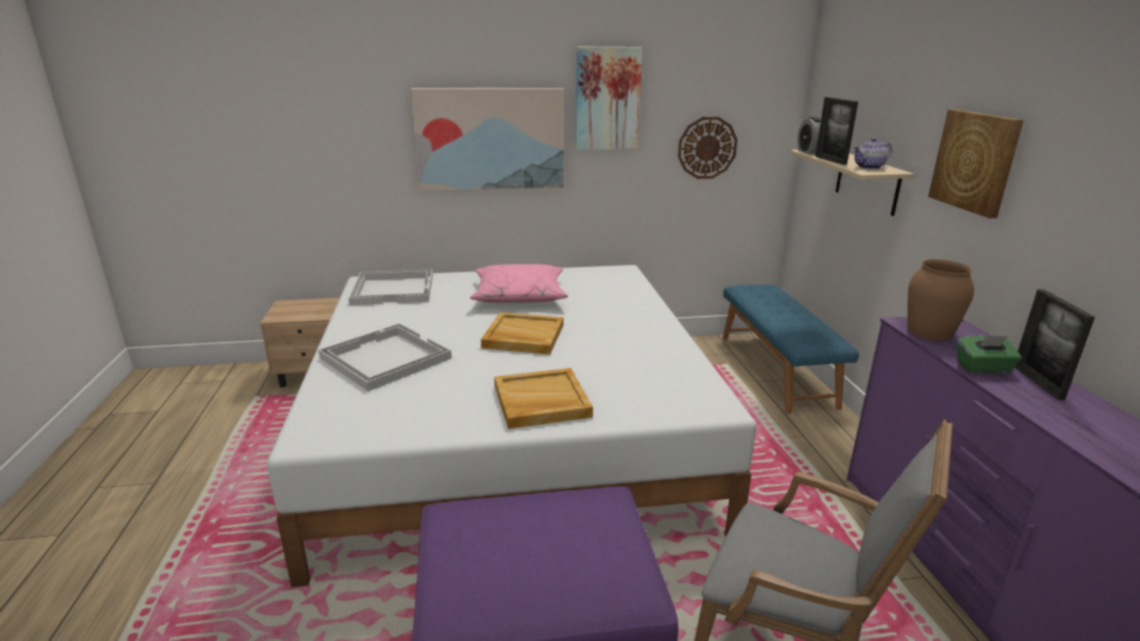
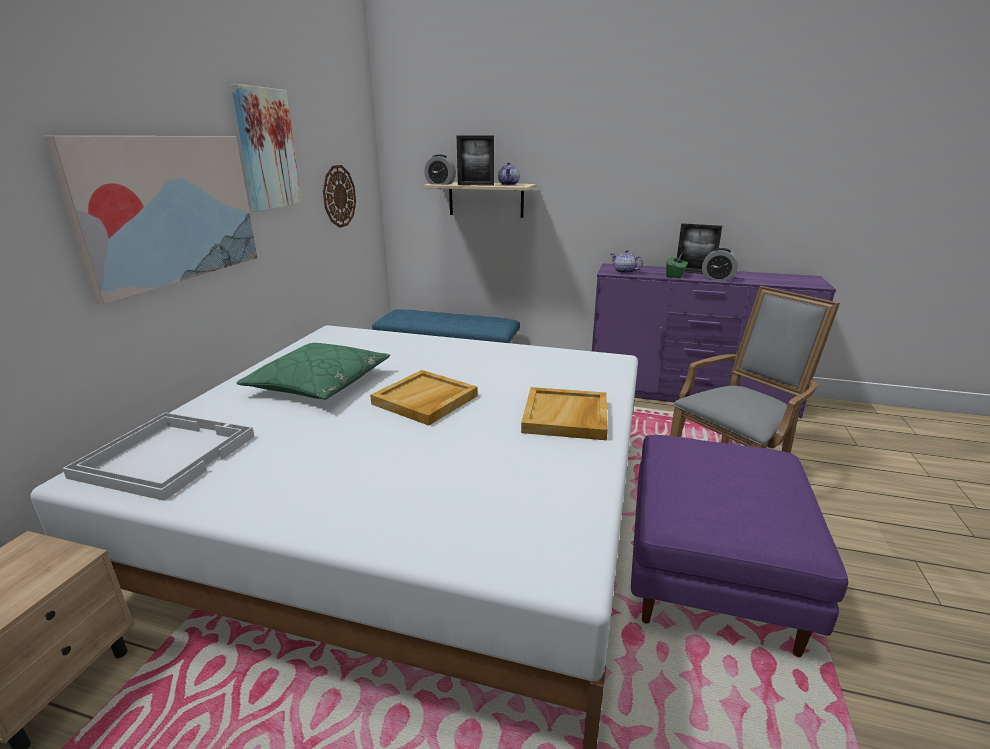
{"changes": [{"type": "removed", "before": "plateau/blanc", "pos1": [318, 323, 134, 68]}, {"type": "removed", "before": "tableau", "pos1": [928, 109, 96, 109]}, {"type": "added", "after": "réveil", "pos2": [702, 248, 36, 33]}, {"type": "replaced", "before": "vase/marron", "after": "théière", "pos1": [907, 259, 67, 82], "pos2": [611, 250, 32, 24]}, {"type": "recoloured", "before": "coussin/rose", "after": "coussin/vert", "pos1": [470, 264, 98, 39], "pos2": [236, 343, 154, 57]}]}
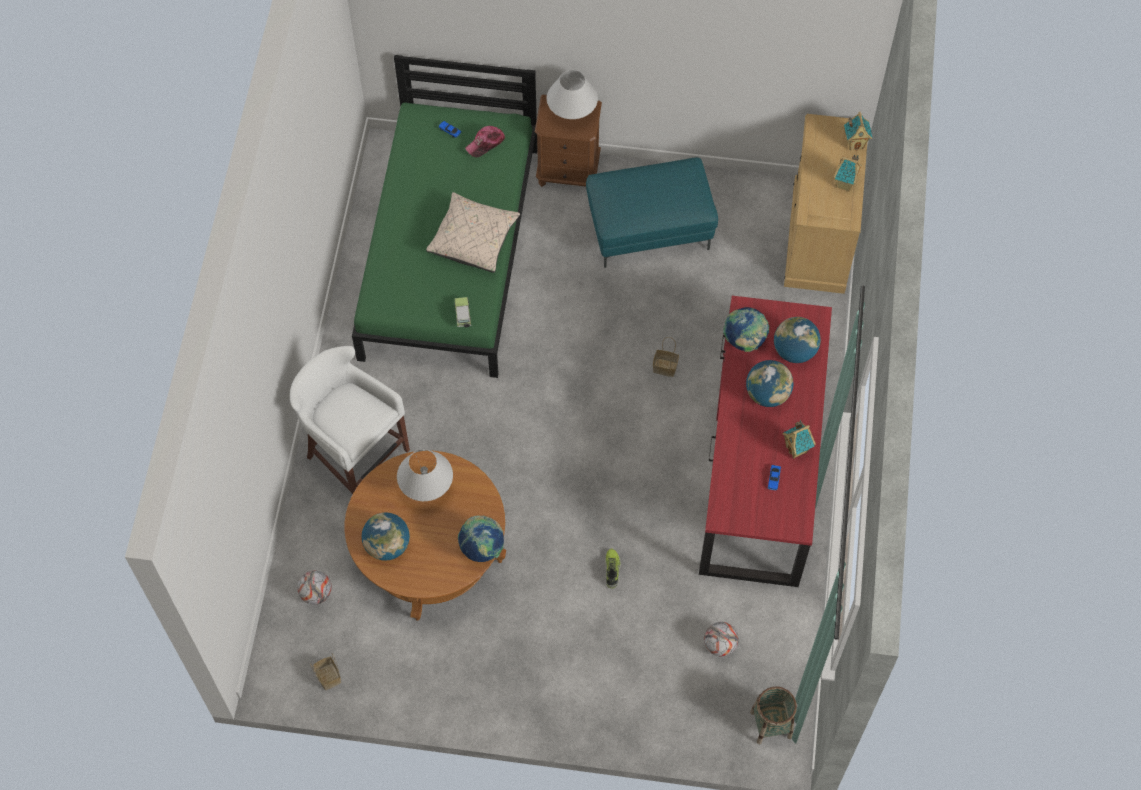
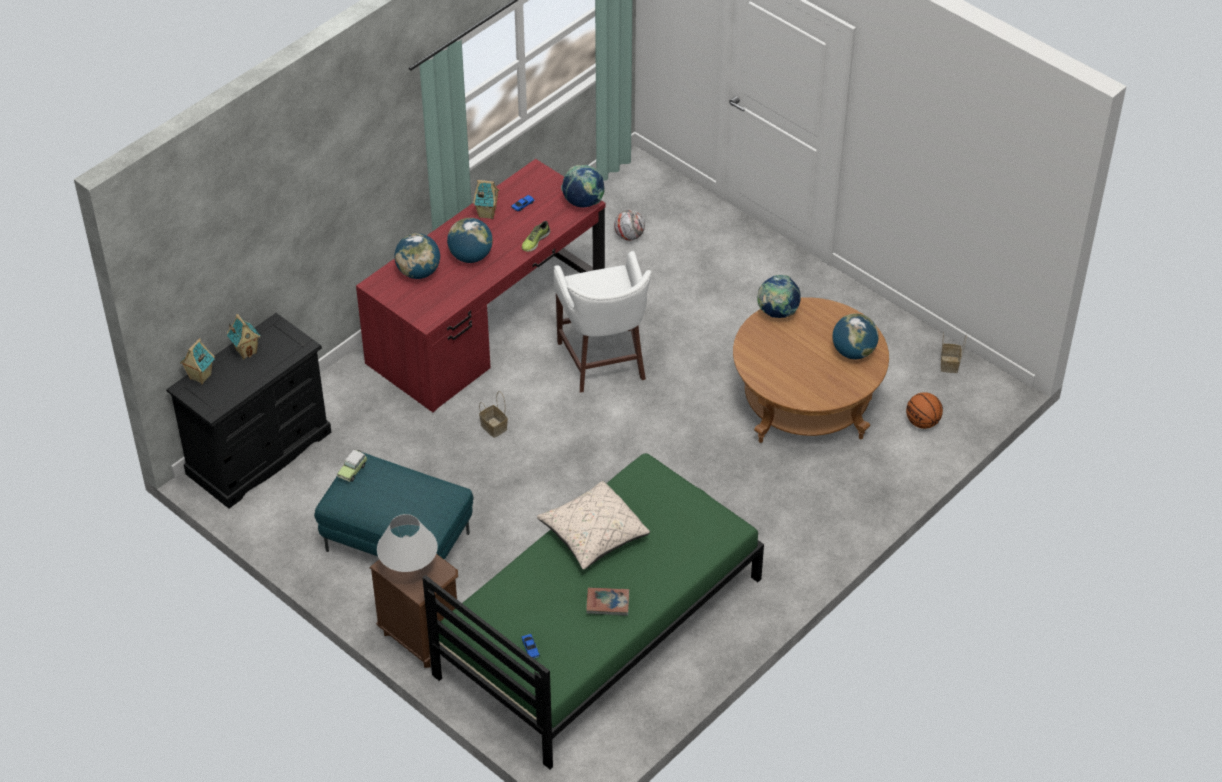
{"changes": [{"type": "removed", "before": "lampe de table/blanc", "pos1": [397, 449, 56, 52]}, {"type": "removed", "before": "casquette", "pos1": [465, 126, 40, 31]}, {"type": "removed", "before": "panier", "pos1": [750, 687, 47, 57]}, {"type": "added", "after": "livre", "pos2": [586, 587, 44, 29]}, {"type": "moved", "before": "tabouret/blanc", "pos1": [290, 346, 120, 149], "pos2": [554, 251, 98, 141]}, {"type": "moved", "before": "petite voiture", "pos1": [454, 297, 17, 30], "pos2": [337, 450, 31, 32]}, {"type": "moved", "before": "chaussure", "pos1": [605, 549, 16, 39], "pos2": [522, 221, 28, 31]}, {"type": "moved", "before": "globe", "pos1": [723, 307, 46, 45], "pos2": [561, 165, 44, 43]}, {"type": "replaced", "before": "ballon de foot", "after": "ballon de basket", "pos1": [297, 571, 35, 34], "pos2": [906, 392, 37, 37]}, {"type": "recoloured", "before": "commode/beige", "after": "commode/noir", "pos1": [784, 114, 85, 180], "pos2": [166, 313, 166, 196]}]}
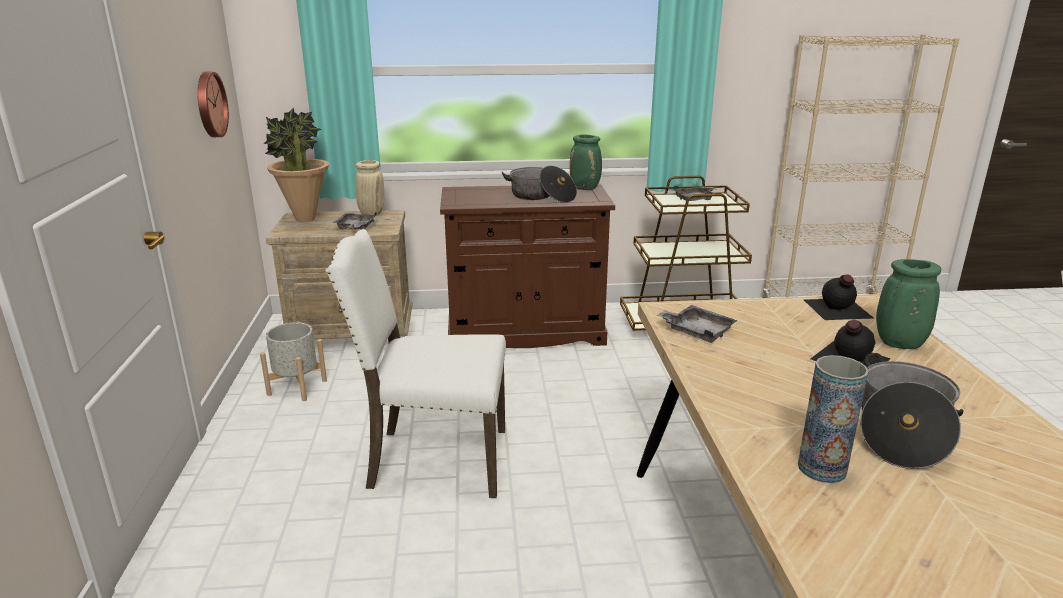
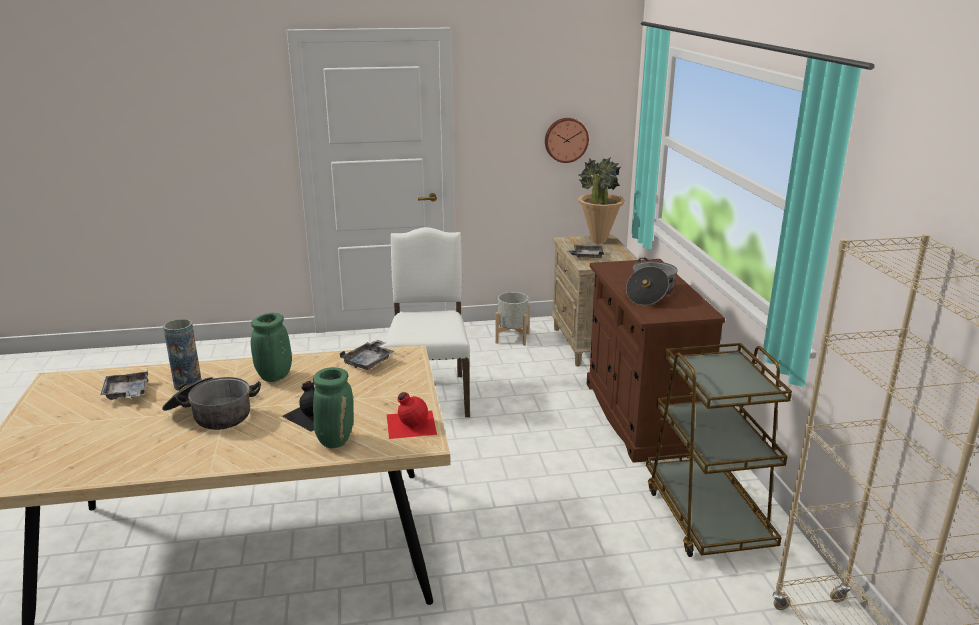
{"changes": [{"type": "removed", "before": "vase/beige", "pos1": [356, 160, 28, 56]}, {"type": "moved", "before": "vase/vert", "pos1": [570, 135, 32, 55], "pos2": [251, 313, 41, 69]}, {"type": "moved", "before": "plateau/gris", "pos1": [673, 186, 44, 15], "pos2": [100, 369, 49, 31]}, {"type": "recoloured", "before": "bouteille/noir", "after": "bouteille/rouge", "pos1": [804, 274, 69, 46], "pos2": [387, 392, 50, 47]}]}
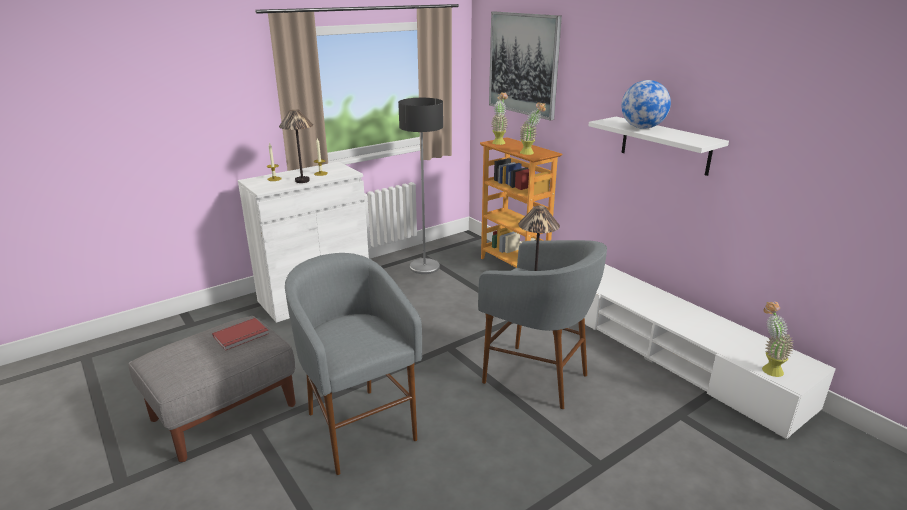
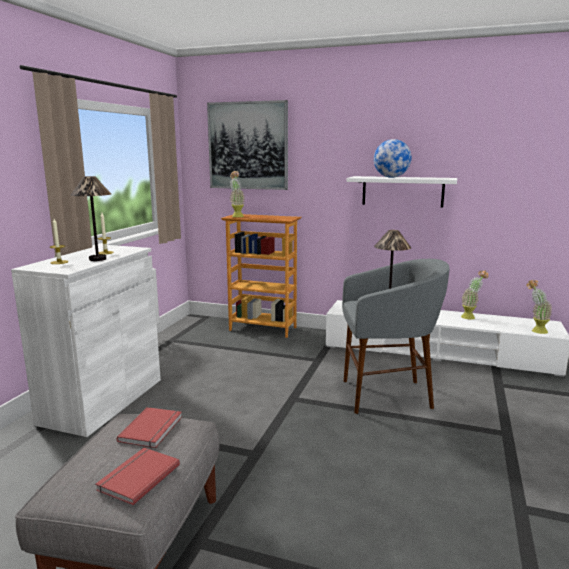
{"changes": [{"type": "removed", "before": "tabouret/gris", "pos1": [285, 253, 137, 222]}, {"type": "removed", "before": "lampadaire", "pos1": [398, 98, 45, 176]}, {"type": "added", "after": "livre/rouge", "pos2": [95, 448, 85, 57]}, {"type": "moved", "before": "plante en pot", "pos1": [520, 102, 26, 53], "pos2": [461, 270, 27, 49]}]}
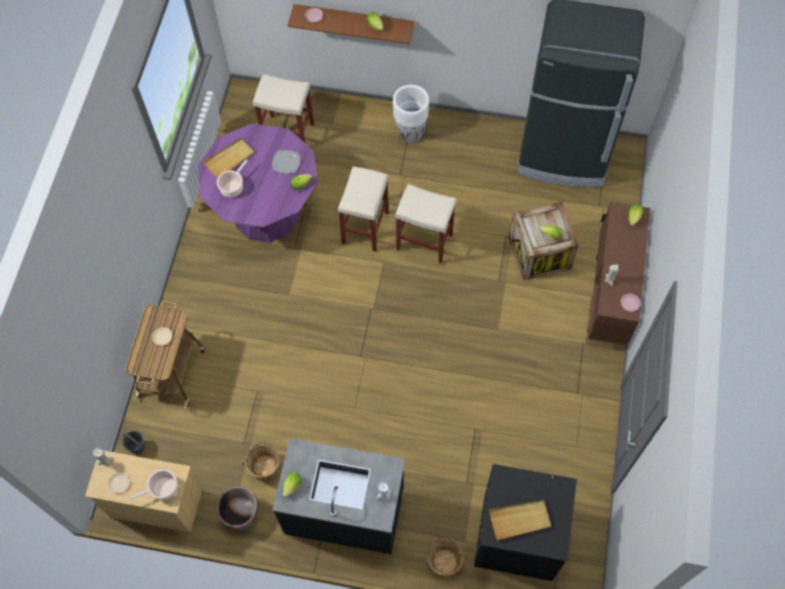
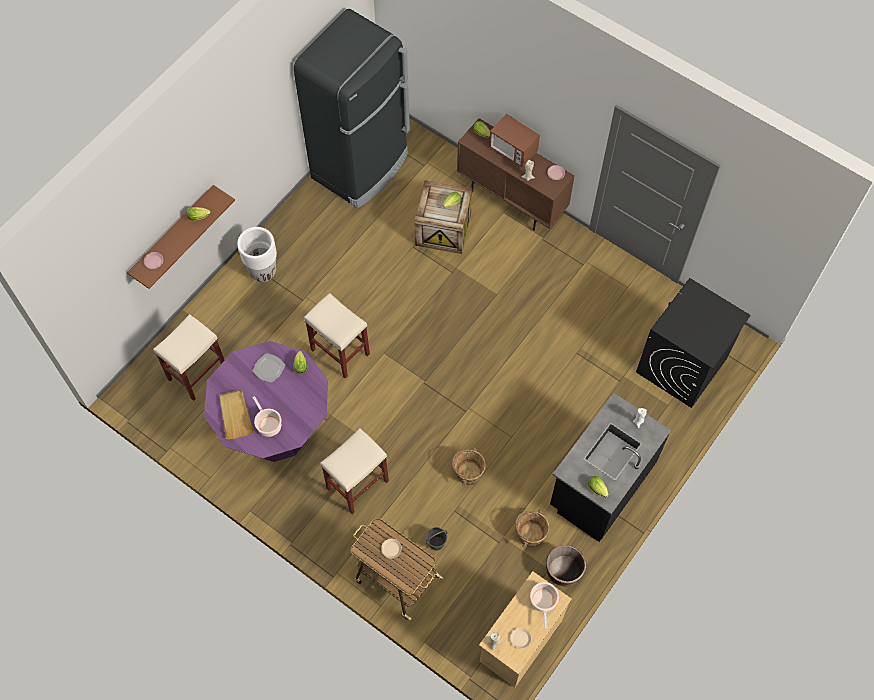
{"changes": [{"type": "removed", "before": "plateau/beige", "pos1": [489, 500, 62, 40]}, {"type": "added", "after": "micro-ondes", "pos2": [489, 114, 51, 54]}, {"type": "moved", "before": "seau/gris", "pos1": [122, 431, 23, 23], "pos2": [426, 527, 22, 23]}, {"type": "moved", "before": "tabouret/beige", "pos1": [395, 184, 62, 80], "pos2": [320, 428, 69, 86]}, {"type": "moved", "before": "seau/marron", "pos1": [422, 537, 47, 40], "pos2": [452, 447, 34, 39]}]}
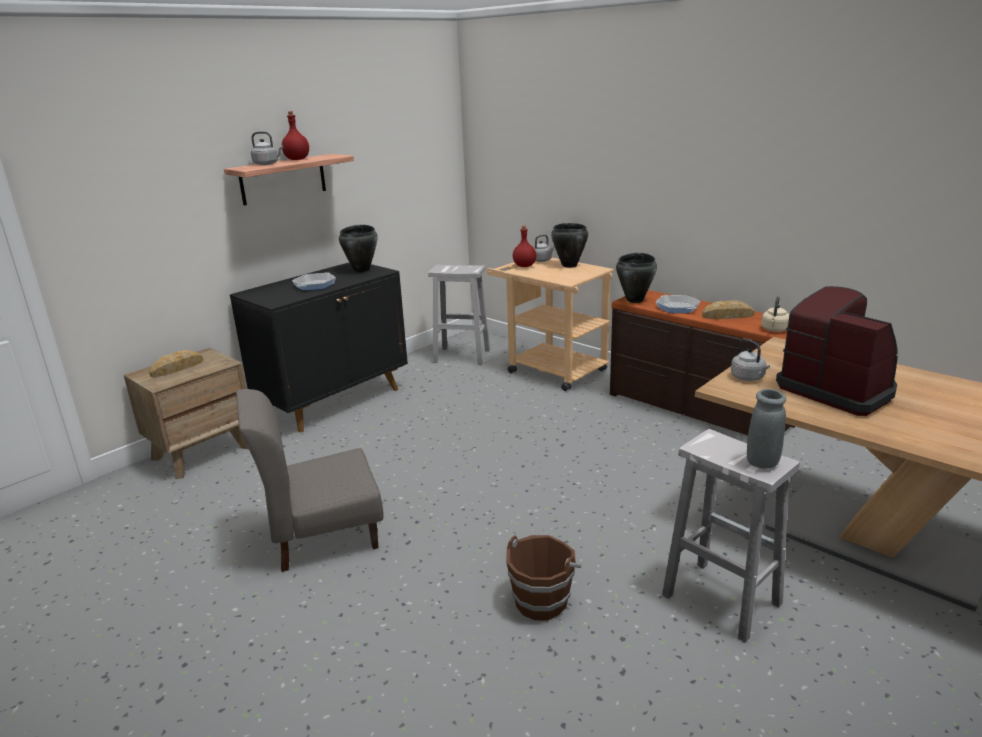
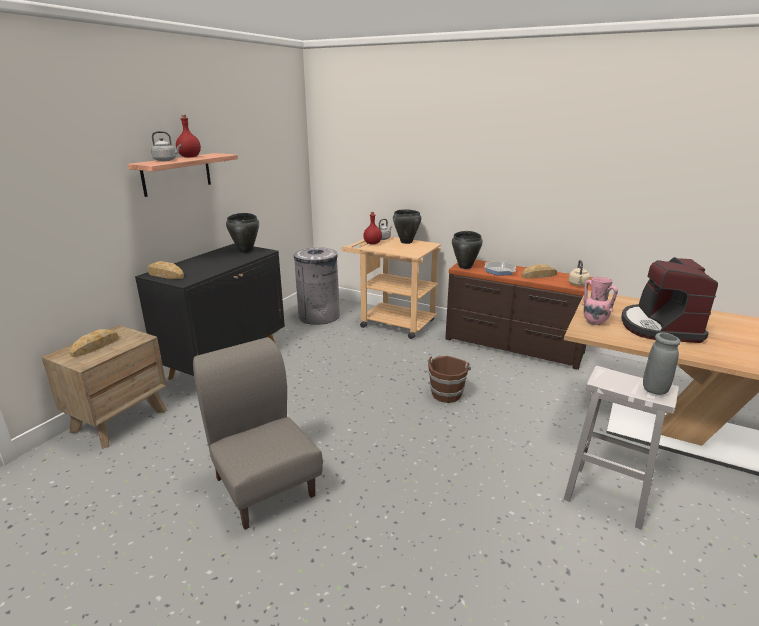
{"changes": [{"type": "removed", "before": "poêle", "pos1": [292, 272, 44, 18]}, {"type": "added", "after": "pain", "pos2": [147, 261, 37, 18]}, {"type": "moved", "before": "seau/marron", "pos1": [506, 535, 76, 85], "pos2": [428, 356, 43, 47]}, {"type": "replaced", "before": "tabouret/blanc", "after": "poubelle/gris", "pos1": [428, 265, 62, 100], "pos2": [294, 247, 46, 78]}, {"type": "replaced", "before": "bouilloire/gris", "after": "vase/rose", "pos1": [731, 338, 39, 43], "pos2": [582, 277, 36, 48]}, {"type": "turned", "before": "chaise/gris", "pos1": [236, 389, 147, 183], "pos2": [193, 337, 130, 193], "turn": 90}, {"type": "turned", "before": "machine à café", "pos1": [776, 286, 122, 130], "pos2": [622, 257, 96, 86], "turn": -120}]}
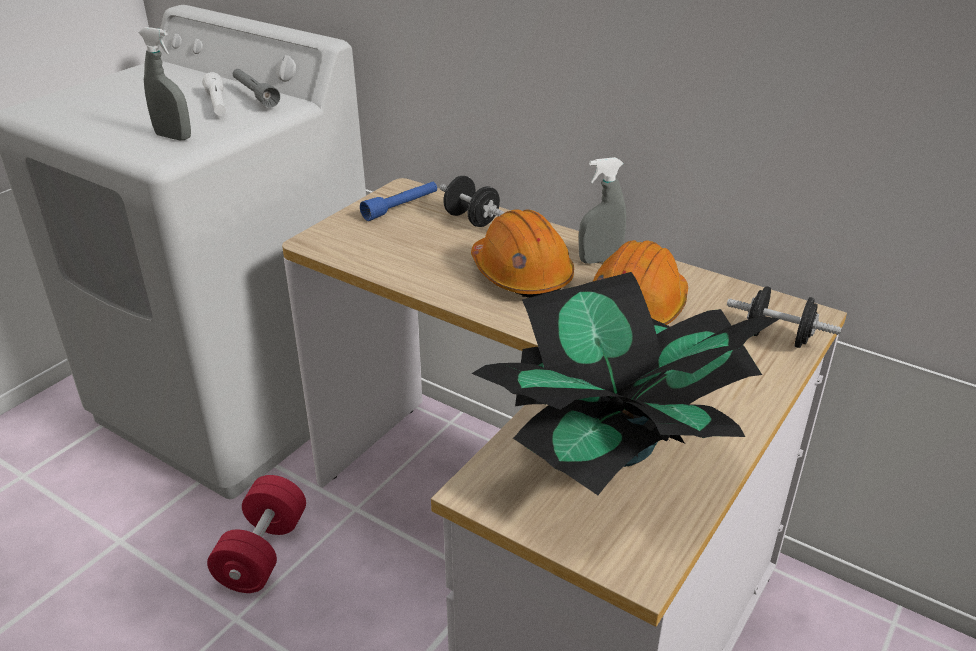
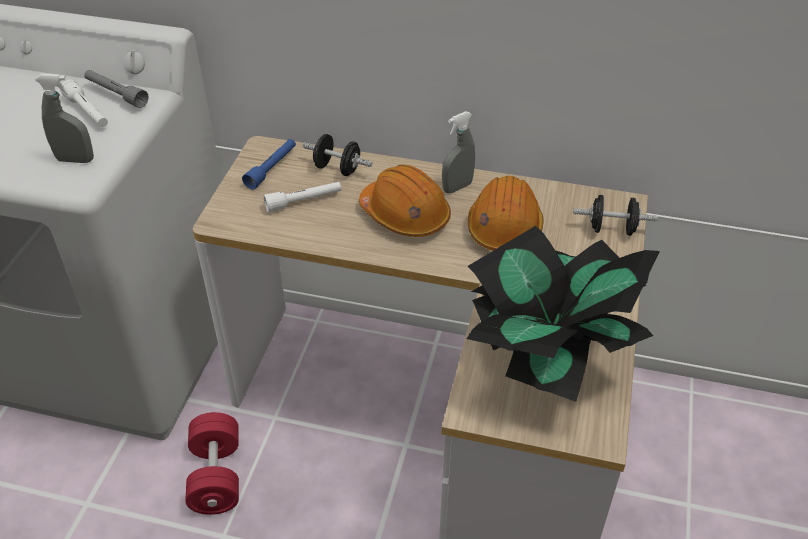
{"changes": [{"type": "added", "after": "lampe de poche/blanc", "pos2": [263, 182, 78, 31]}]}
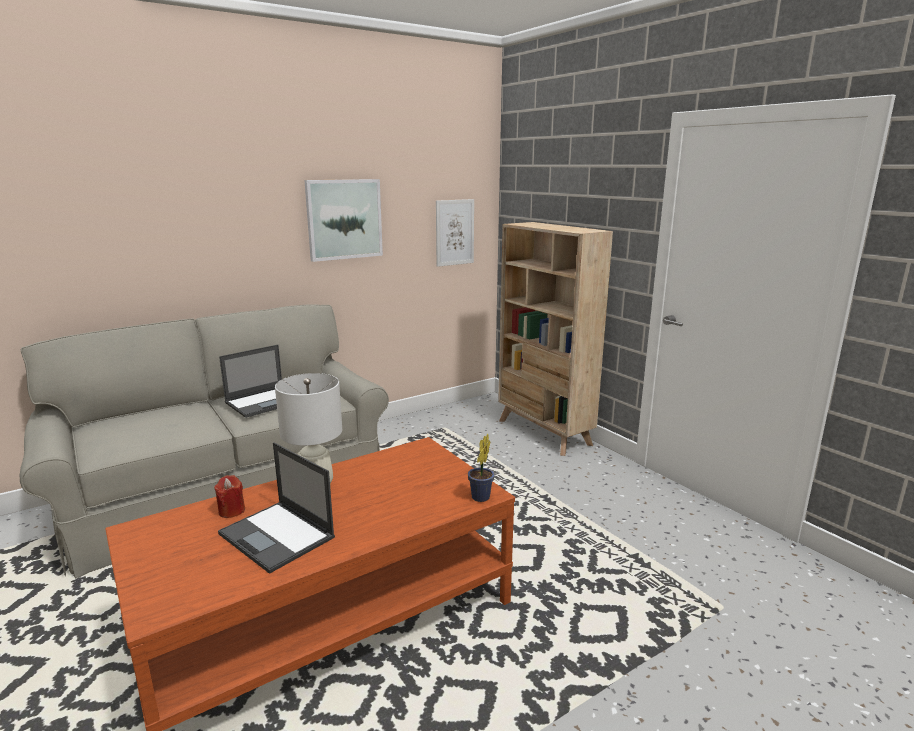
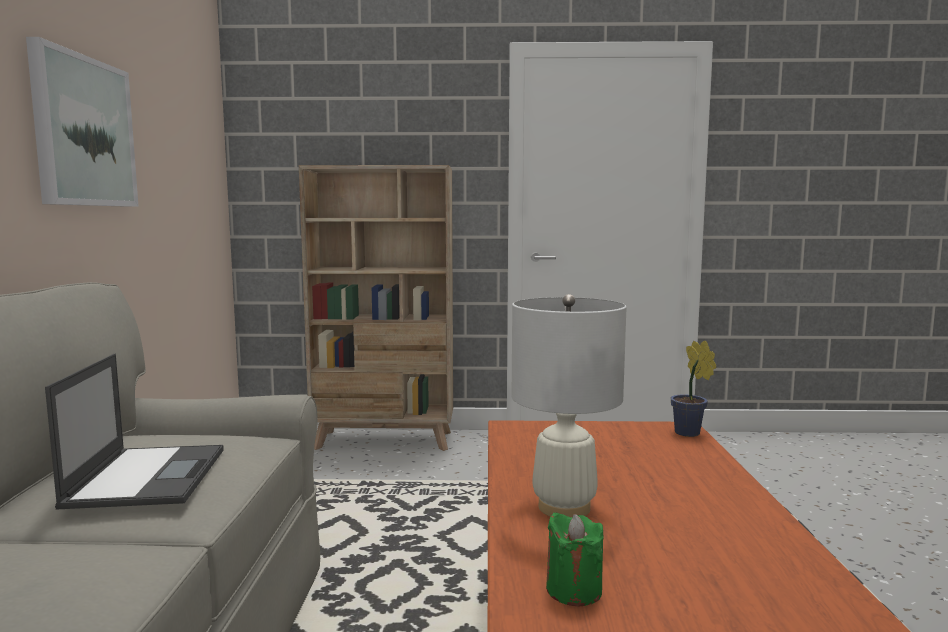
{"changes": [{"type": "removed", "before": "ordinateur portable", "pos1": [218, 442, 117, 132]}, {"type": "removed", "before": "tableau", "pos1": [436, 199, 38, 68]}, {"type": "recoloured", "before": "bougie/rouge", "after": "bougie/vert", "pos1": [214, 475, 31, 43], "pos2": [546, 512, 57, 95]}]}
